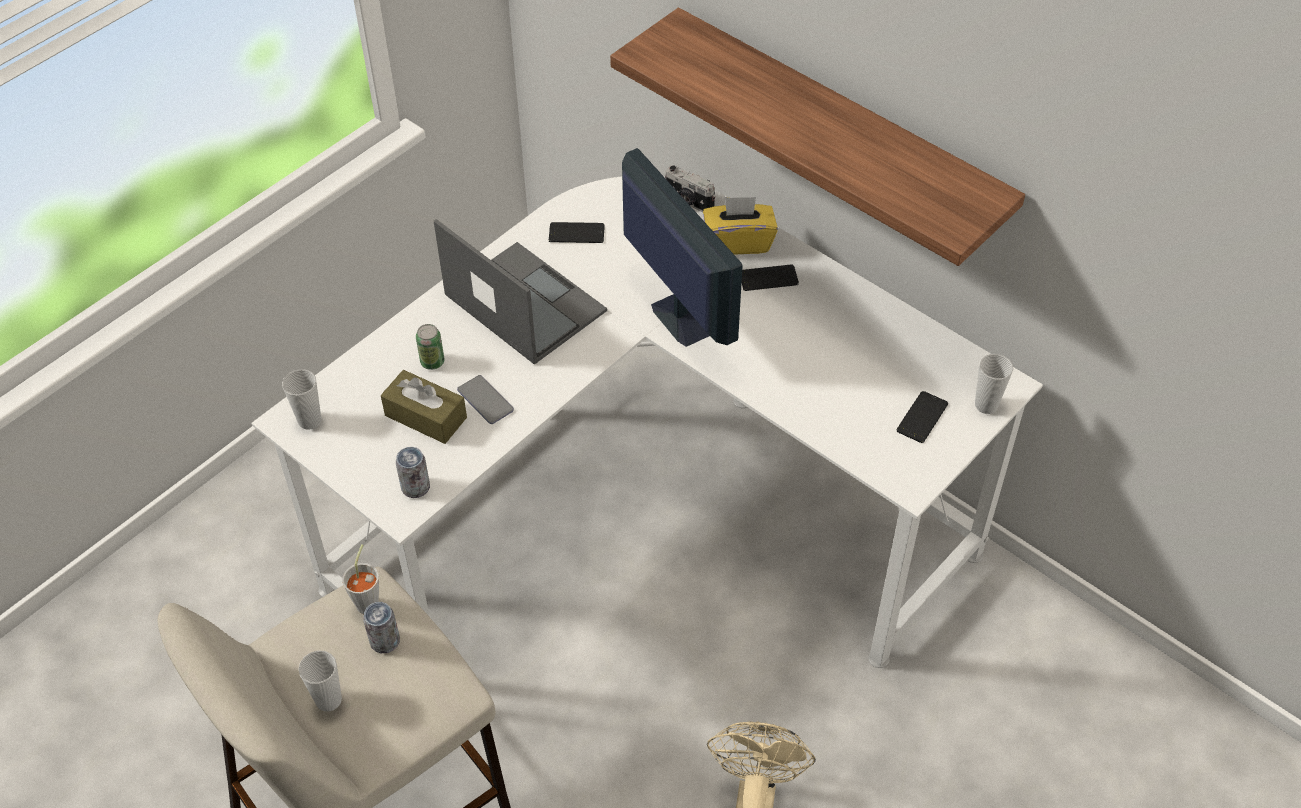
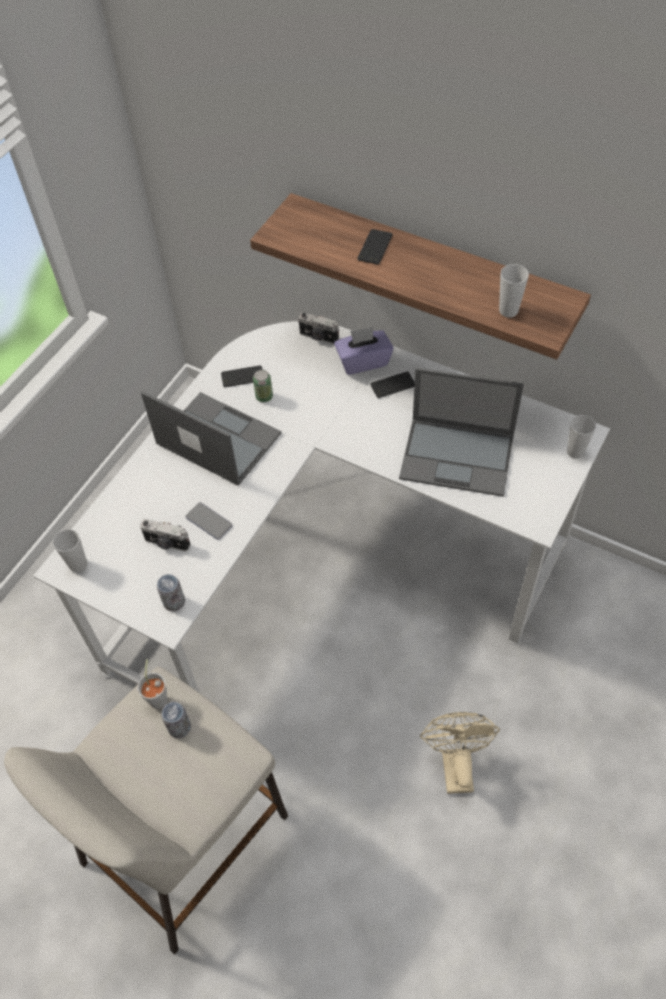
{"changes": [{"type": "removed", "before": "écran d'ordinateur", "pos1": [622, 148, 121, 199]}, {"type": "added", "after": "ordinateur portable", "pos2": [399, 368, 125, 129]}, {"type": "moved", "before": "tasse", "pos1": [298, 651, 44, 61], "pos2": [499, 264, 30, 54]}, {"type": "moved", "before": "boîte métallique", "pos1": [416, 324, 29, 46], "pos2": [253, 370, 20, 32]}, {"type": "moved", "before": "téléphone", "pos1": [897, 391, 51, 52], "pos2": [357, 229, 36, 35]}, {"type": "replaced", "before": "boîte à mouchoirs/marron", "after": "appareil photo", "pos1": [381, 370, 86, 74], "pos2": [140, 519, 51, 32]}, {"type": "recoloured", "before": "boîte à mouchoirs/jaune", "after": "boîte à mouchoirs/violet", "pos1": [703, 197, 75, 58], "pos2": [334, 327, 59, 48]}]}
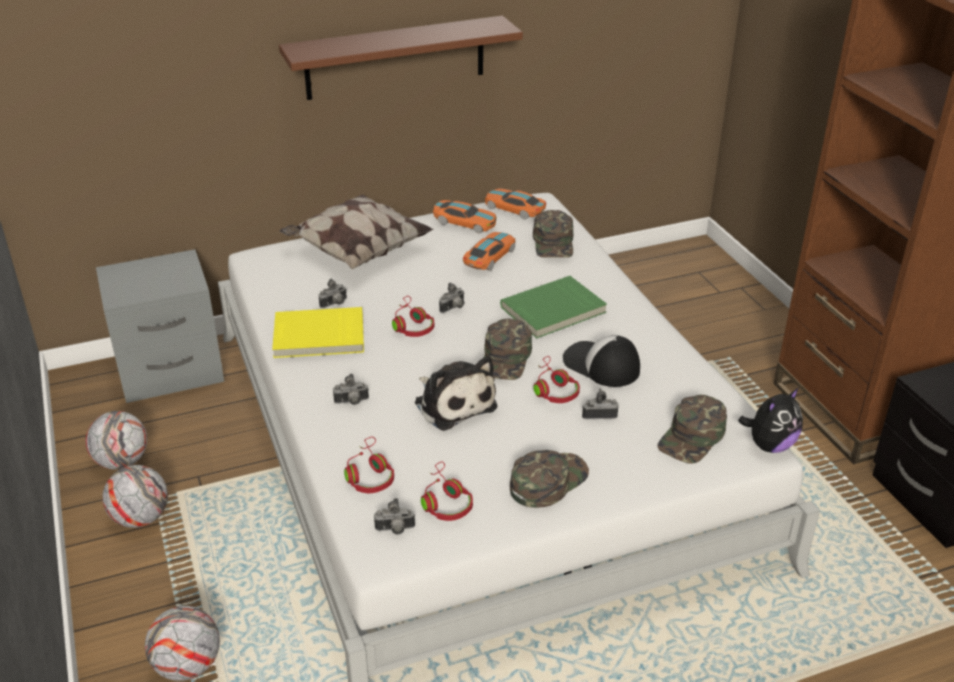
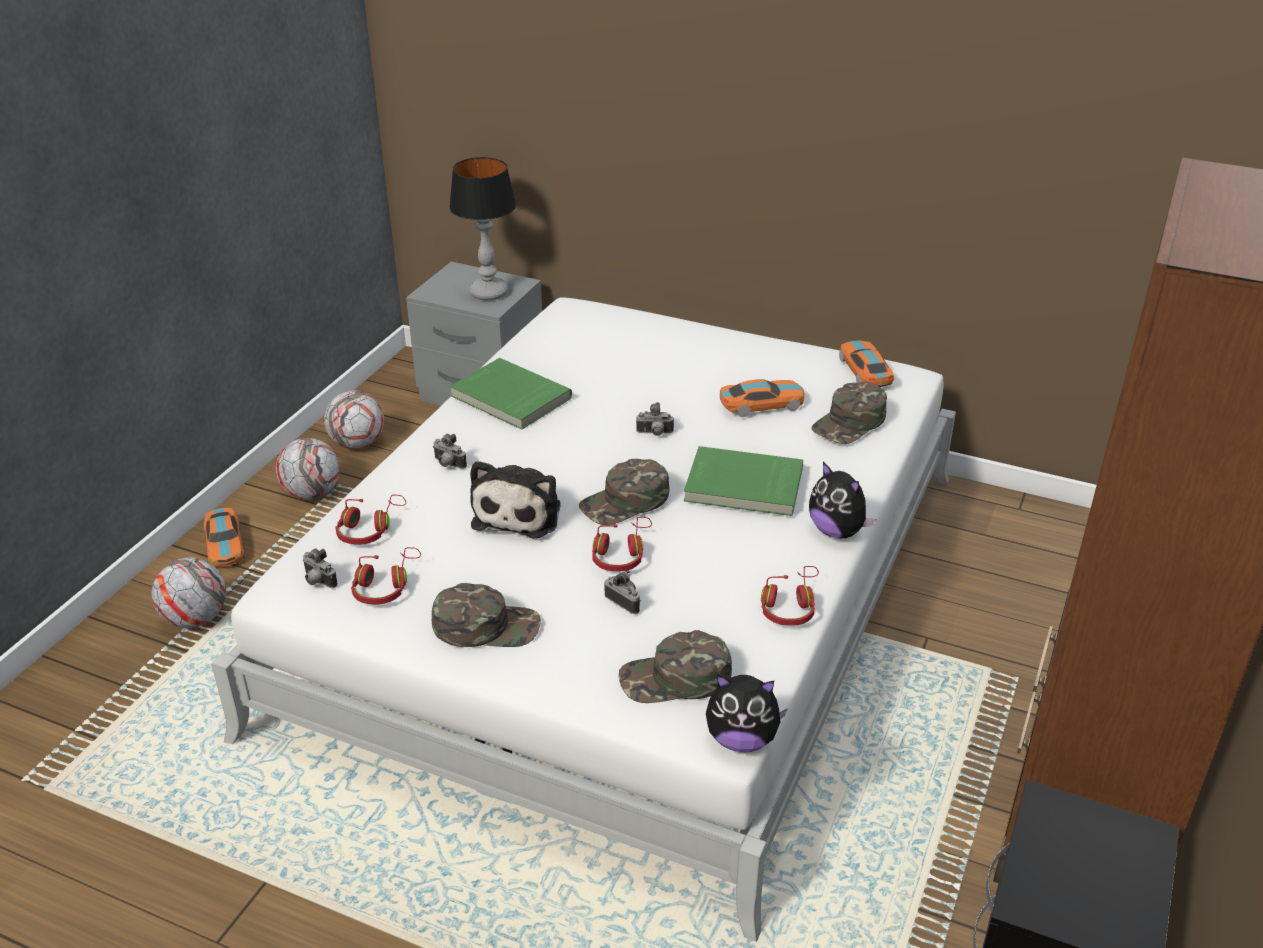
{"changes": [{"type": "removed", "before": "étagère/marron", "pos1": [279, 16, 244, 84]}, {"type": "removed", "before": "coussin", "pos1": [280, 195, 153, 75]}, {"type": "removed", "before": "appareil photo", "pos1": [319, 279, 28, 29]}, {"type": "removed", "before": "casquette", "pos1": [563, 335, 77, 52]}, {"type": "added", "after": "lampe de table", "pos2": [449, 157, 67, 143]}, {"type": "added", "after": "peluche", "pos2": [809, 462, 68, 76]}, {"type": "moved", "before": "casque audio/rouge", "pos1": [392, 296, 42, 41], "pos2": [761, 566, 58, 60]}, {"type": "moved", "before": "petite voiture", "pos1": [433, 200, 63, 33], "pos2": [204, 508, 41, 59]}, {"type": "recoloured", "before": "livre/jaune", "after": "livre/vert", "pos1": [272, 307, 92, 51], "pos2": [450, 358, 122, 72]}]}
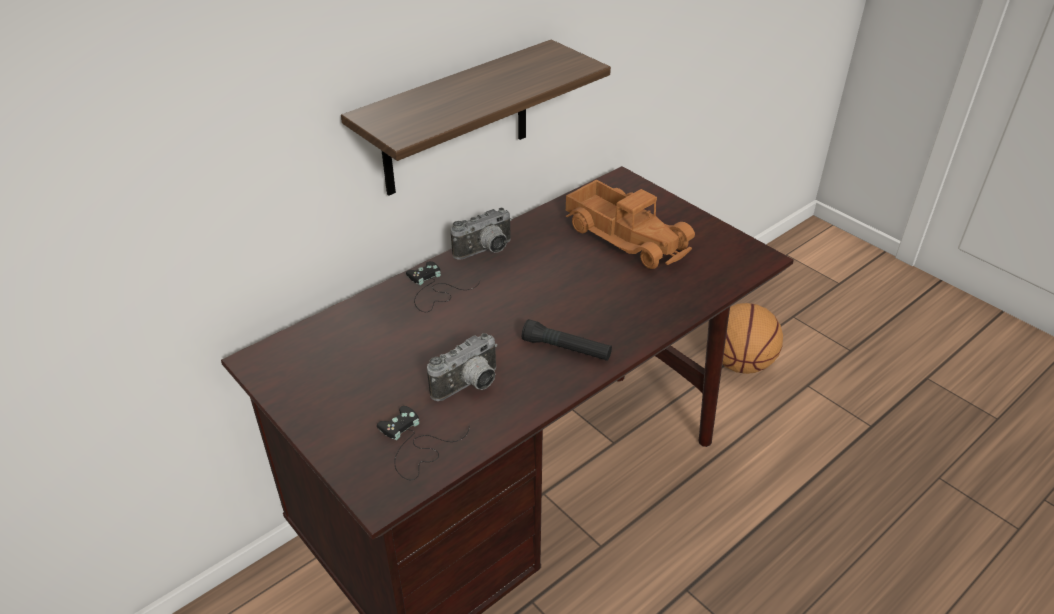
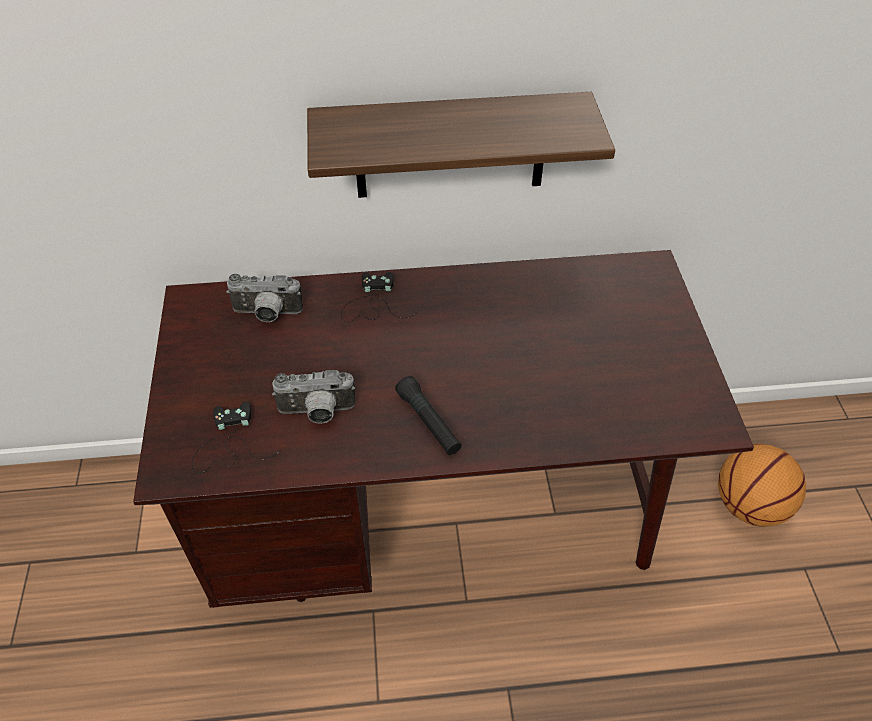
{"changes": [{"type": "removed", "before": "camion jouet", "pos1": [565, 180, 130, 89]}, {"type": "moved", "before": "appareil photo", "pos1": [451, 207, 61, 53], "pos2": [226, 274, 77, 48]}]}
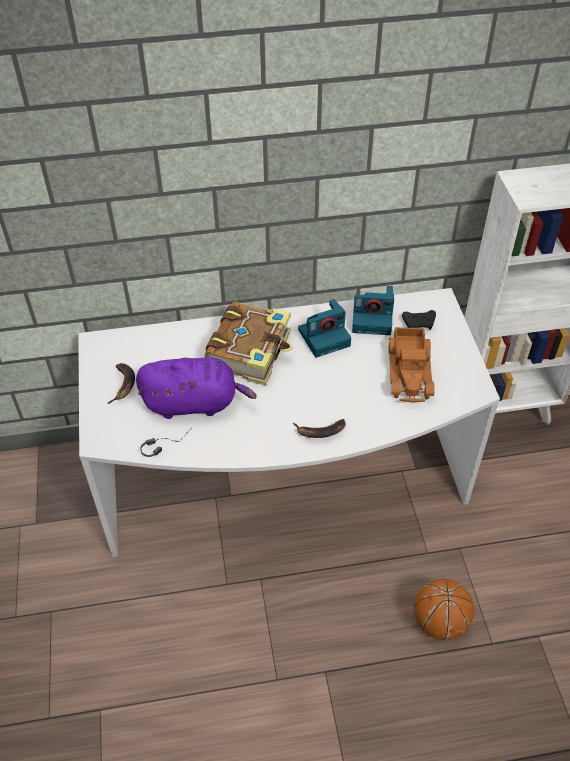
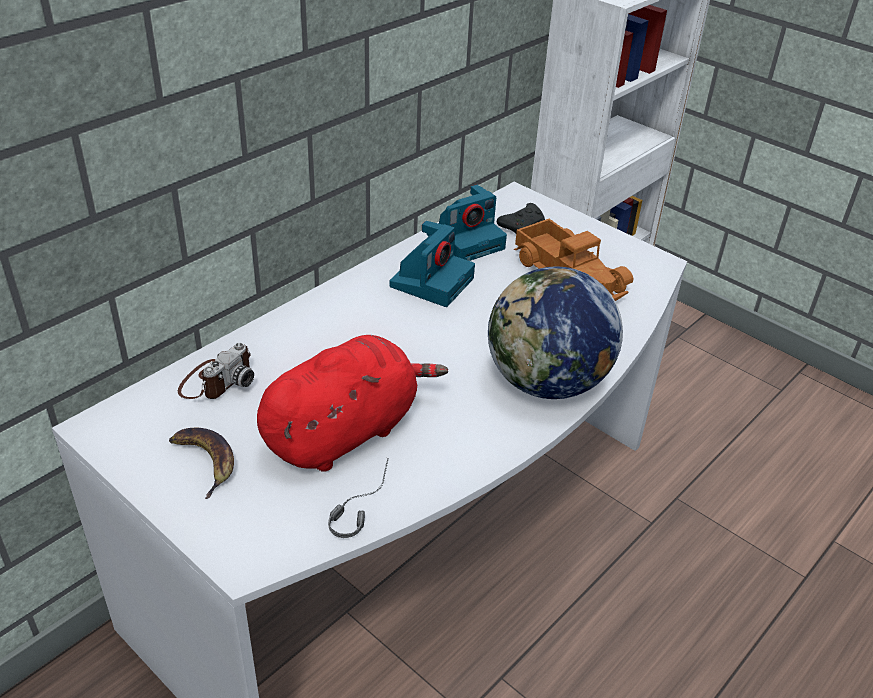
{"changes": [{"type": "removed", "before": "livre", "pos1": [205, 302, 87, 83]}, {"type": "removed", "before": "ballon de basket", "pos1": [414, 578, 61, 62]}, {"type": "added", "after": "appareil photo", "pos2": [178, 343, 76, 56]}, {"type": "replaced", "before": "banane", "after": "globe", "pos1": [293, 419, 53, 19], "pos2": [488, 266, 135, 133]}, {"type": "recoloured", "before": "peluche/violet", "after": "peluche/rouge", "pos1": [136, 357, 121, 62], "pos2": [257, 335, 191, 137]}]}
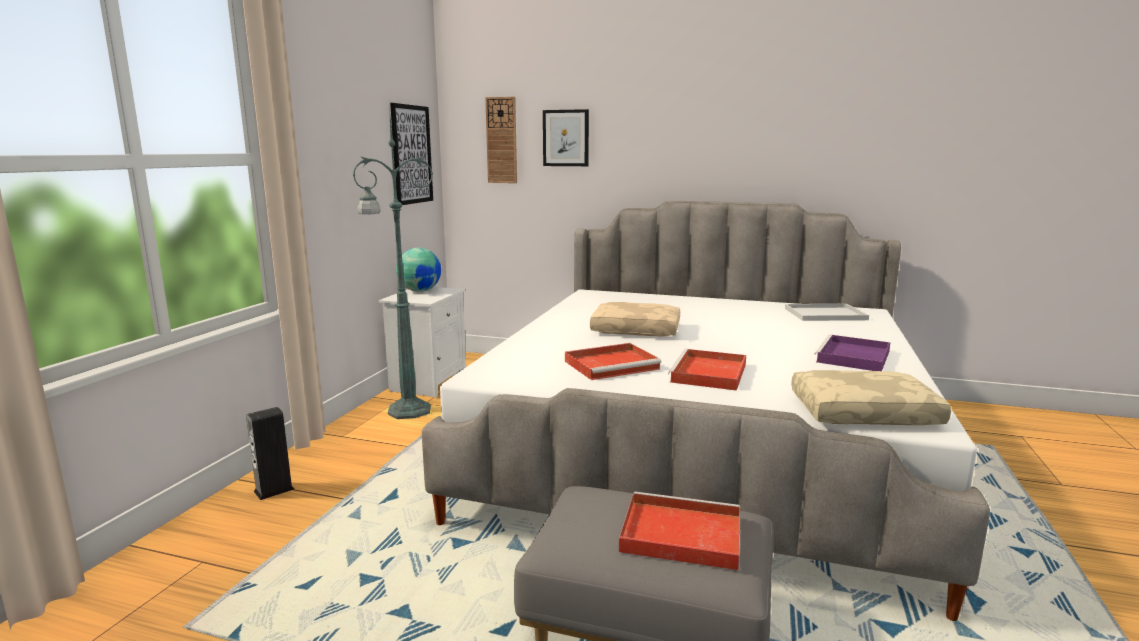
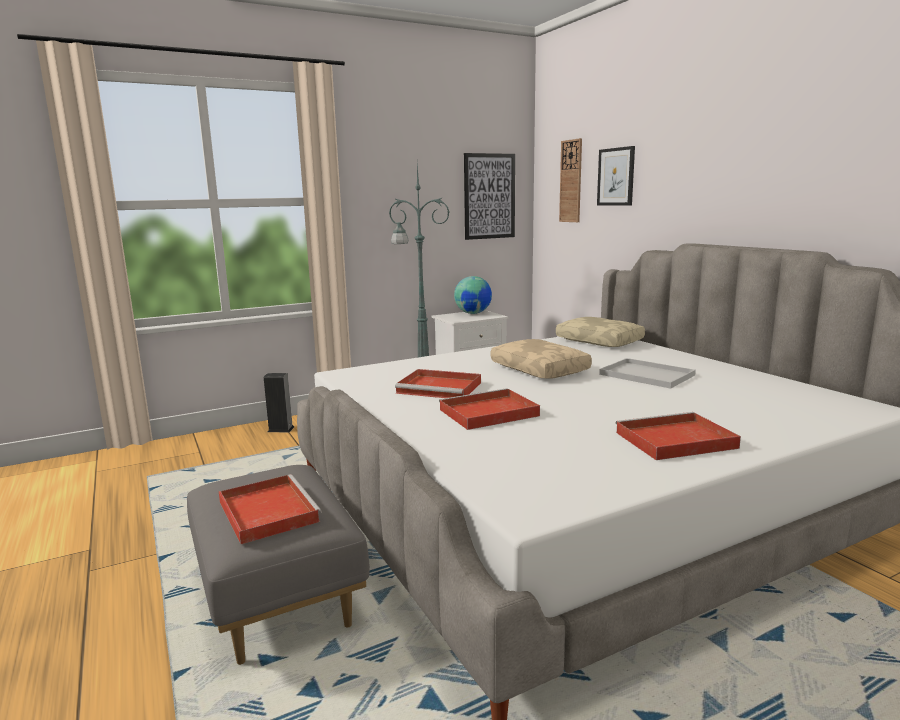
{"changes": [{"type": "moved", "before": "plateau/blanc", "pos1": [785, 304, 84, 17], "pos2": [599, 358, 97, 31]}, {"type": "moved", "before": "coussin/beige", "pos1": [791, 370, 160, 55], "pos2": [556, 317, 89, 30]}, {"type": "recoloured", "before": "plateau/violet", "after": "plateau/rouge", "pos1": [815, 335, 75, 36], "pos2": [616, 412, 125, 48]}]}
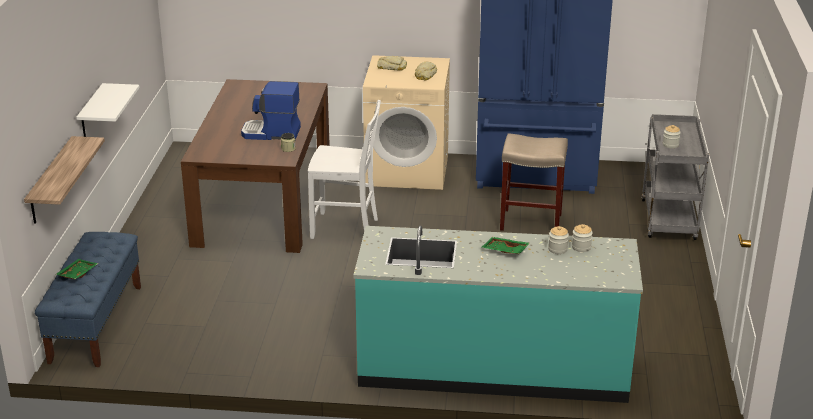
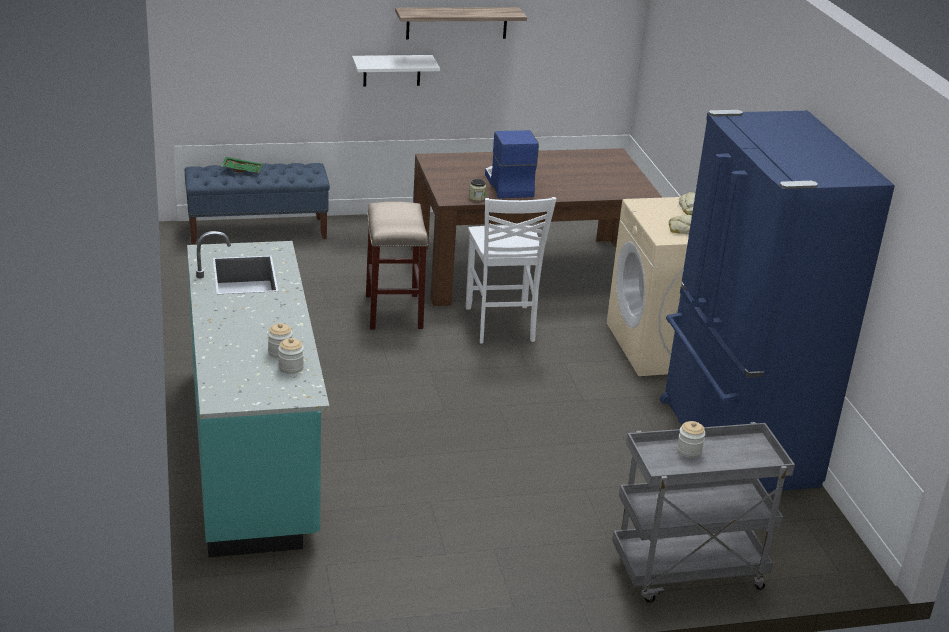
{"changes": [{"type": "removed", "before": "plateau/vert", "pos1": [482, 237, 48, 17]}, {"type": "moved", "before": "étagère", "pos1": [24, 136, 81, 88], "pos2": [395, 7, 132, 32]}, {"type": "moved", "before": "tabouret/beige", "pos1": [500, 133, 68, 98], "pos2": [366, 202, 62, 127]}]}
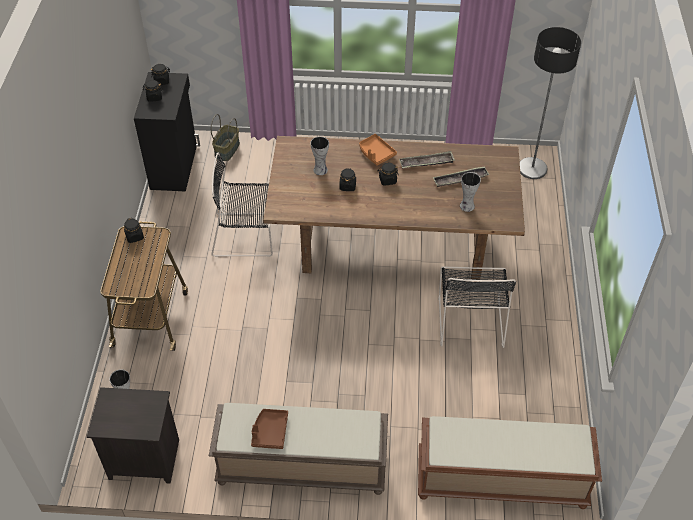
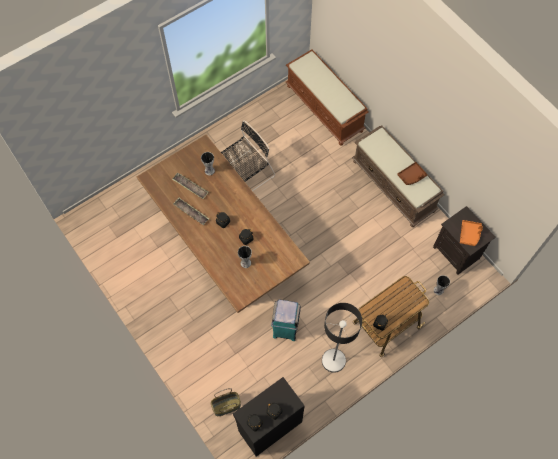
{"changes": [{"type": "moved", "before": "plateau/orange", "pos1": [359, 134, 38, 32], "pos2": [460, 220, 23, 26]}, {"type": "moved", "before": "lampadaire", "pos1": [520, 27, 61, 152], "pos2": [322, 303, 40, 70]}, {"type": "replaced", "before": "chaise/noir", "after": "poubelle/turquoise", "pos1": [211, 153, 62, 104], "pos2": [271, 299, 30, 42]}]}
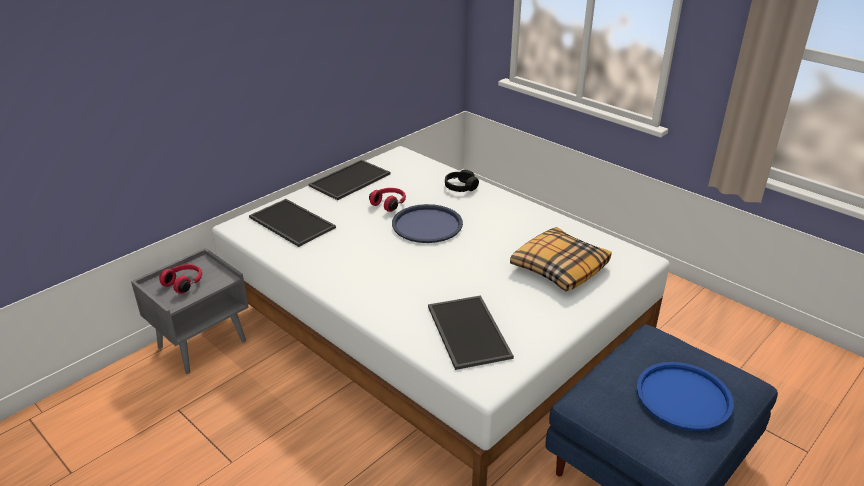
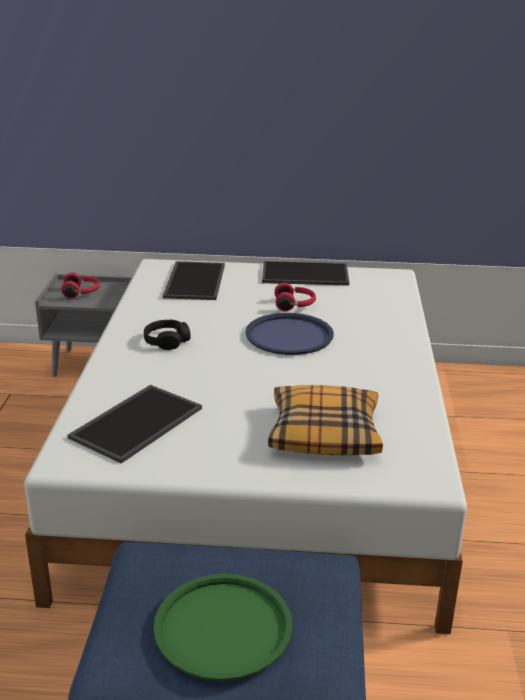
{"changes": [{"type": "moved", "before": "casque audio/noir", "pos1": [445, 170, 34, 22], "pos2": [144, 320, 47, 30]}, {"type": "recoloured", "before": "plateau/bleu", "after": "plateau/vert", "pos1": [637, 362, 97, 69], "pos2": [153, 574, 140, 107]}]}
